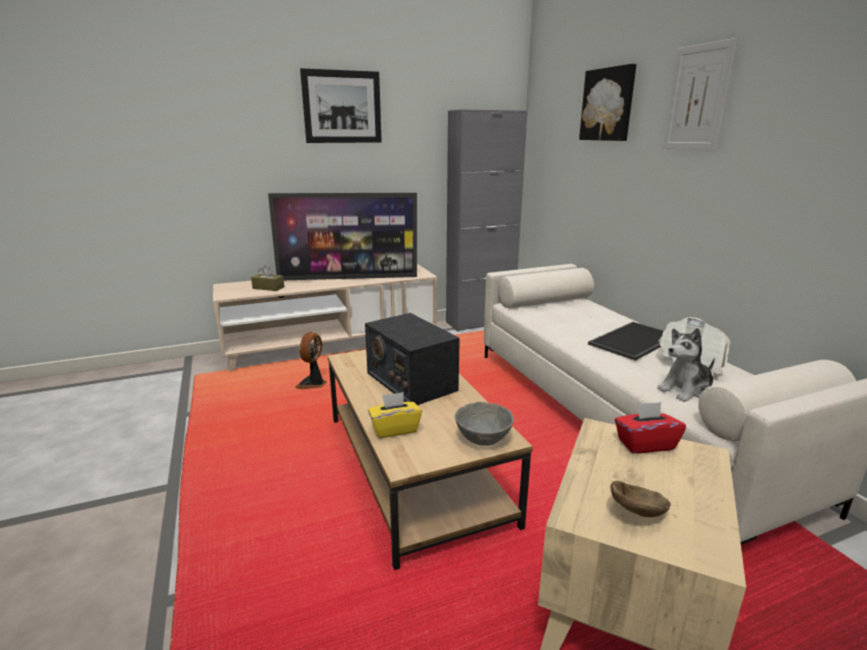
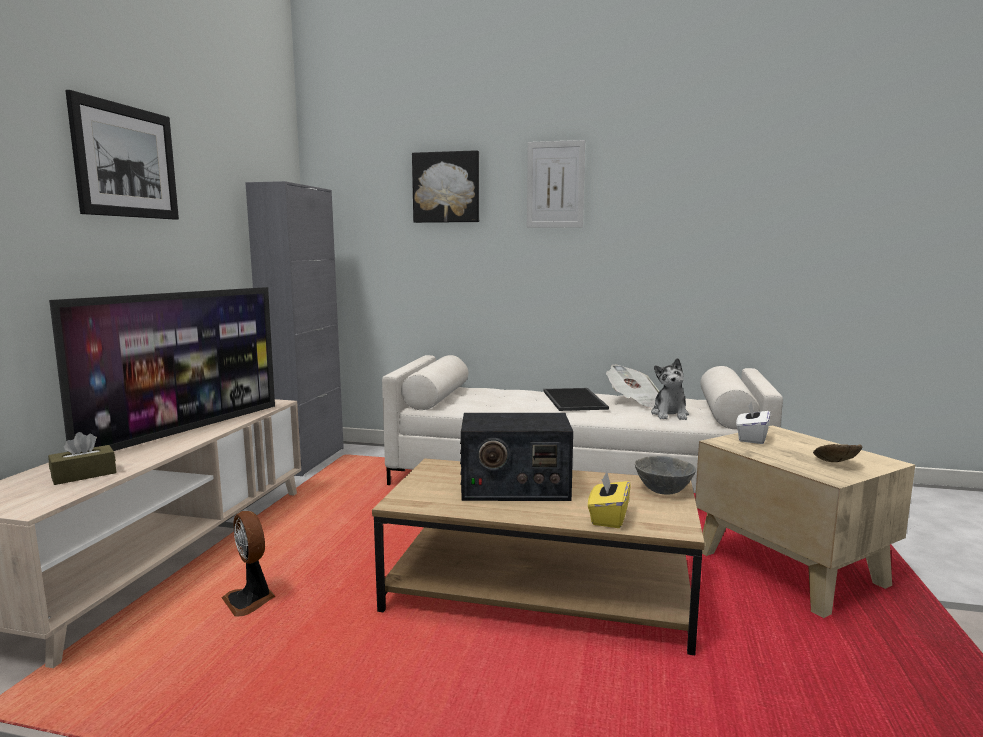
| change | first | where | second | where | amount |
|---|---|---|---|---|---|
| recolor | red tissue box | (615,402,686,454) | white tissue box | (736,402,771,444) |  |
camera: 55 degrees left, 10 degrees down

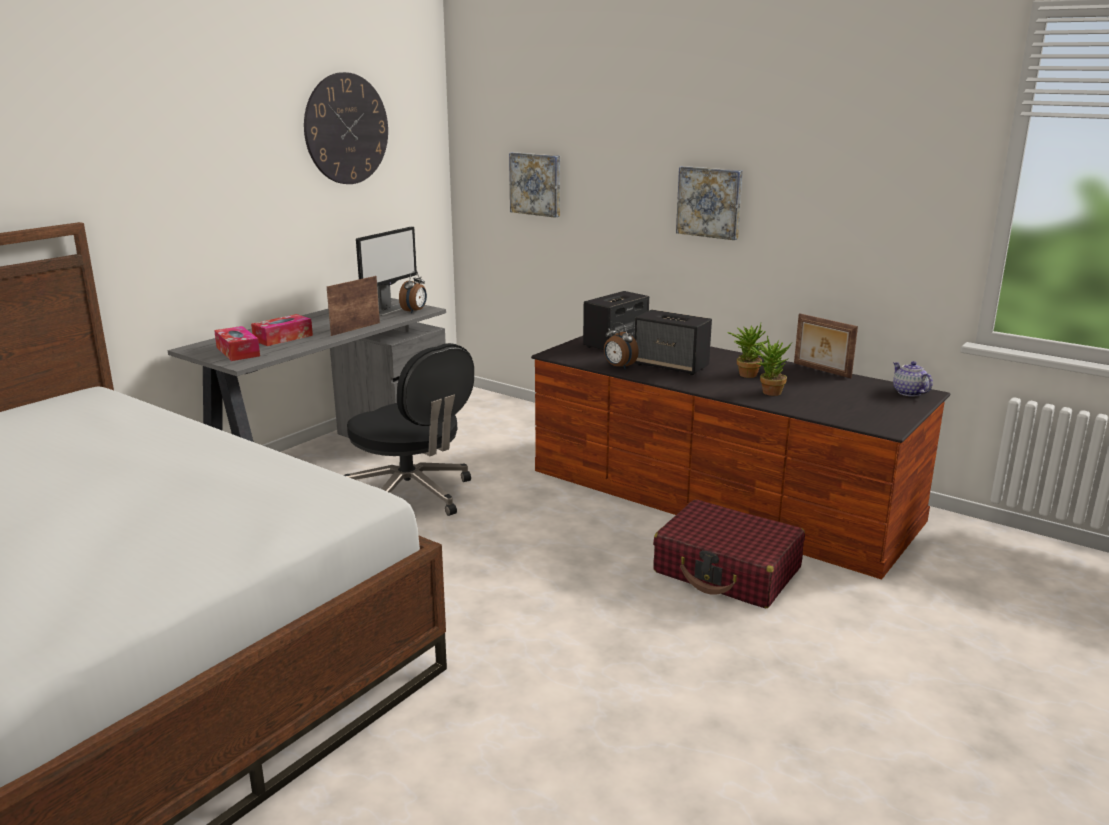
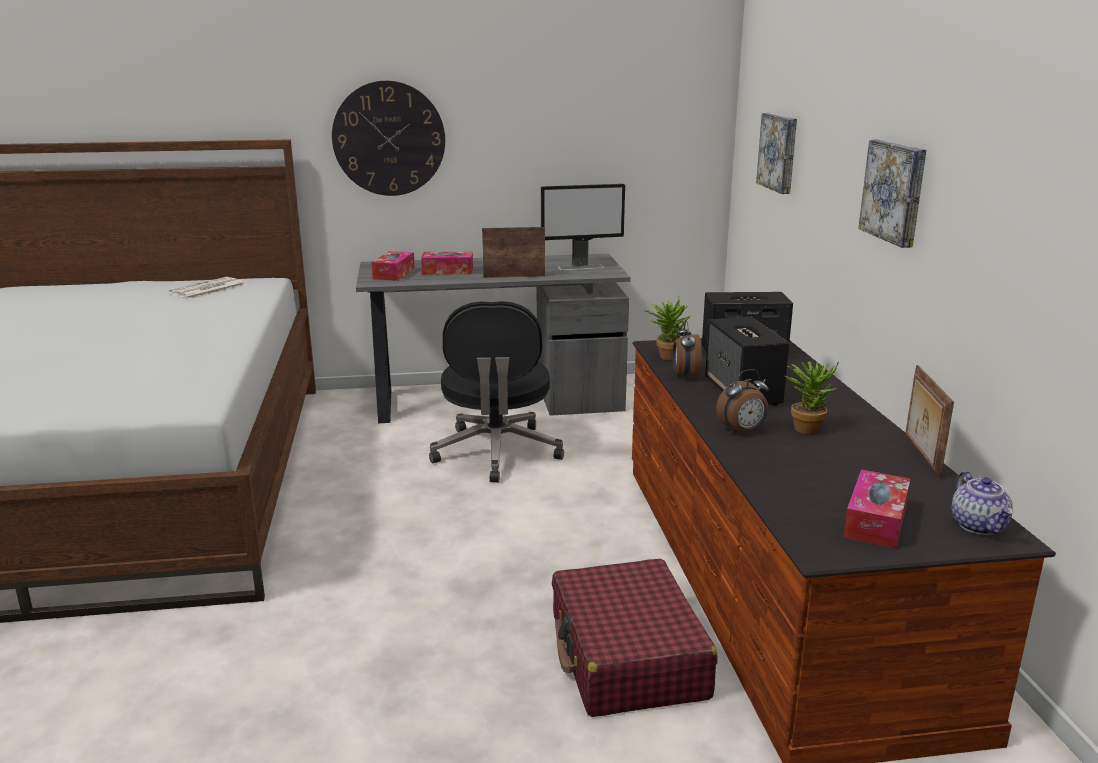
| change | first | where | second | where | amount |
|---|---|---|---|---|---|
| insert |  |  | newspaper | (169,277,245,299) |  |
| move | wall clock | (304,72,388,184) |  | (332,81,445,196) |  |
| move | potted plant | (749,336,792,396) |  | (644,297,691,361) |  |
| move | alarm clock | (399,271,427,314) |  | (716,369,769,434) |  |
| insert |  |  | tissue box | (844,469,911,549) |  |
| rotate | teapot | (893,361,933,396) |  | (951,471,1013,535) | 150 degrees clockwise |
camera: 45 degrees right, 0 degrees up

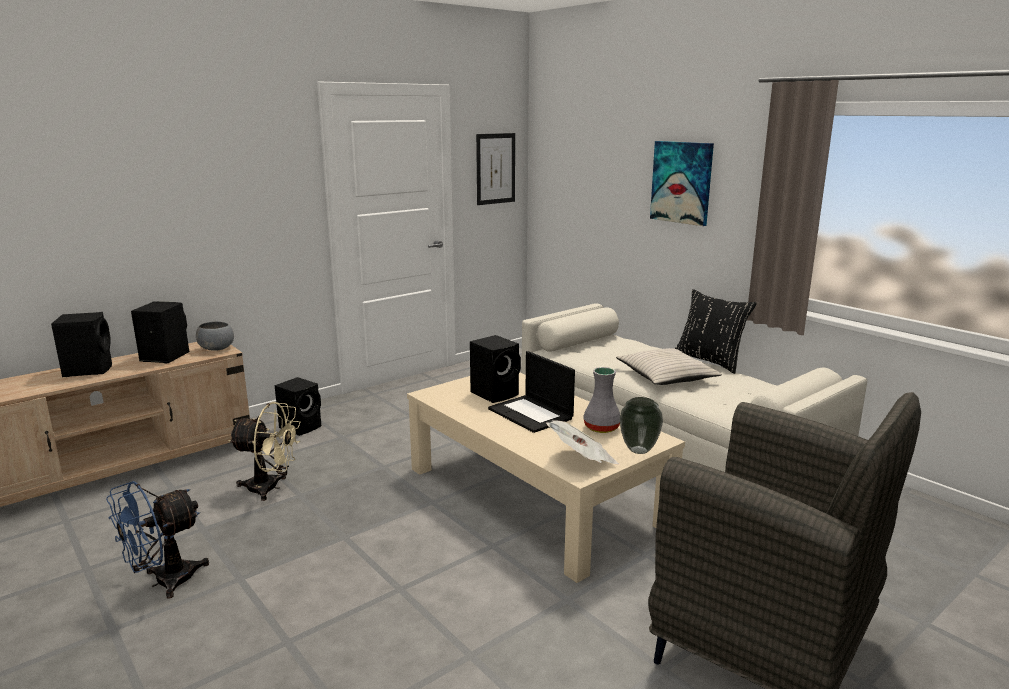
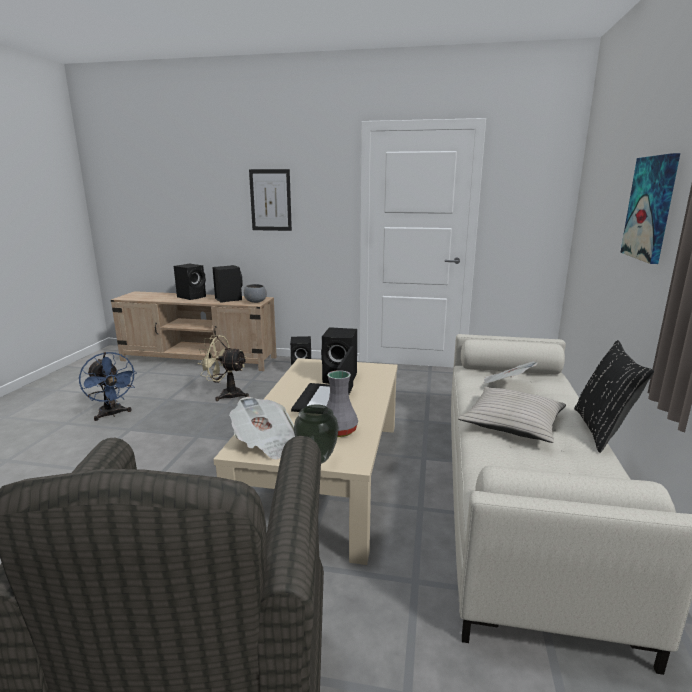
| change | first | where | second | where | amount |
|---|---|---|---|---|---|
| rotate | blue fan | (106,481,209,599) |  | (79,352,137,421) | 135 degrees counterclockwise |
| rotate | beige fan | (228,402,301,501) |  | (197,335,249,401) | 135 degrees clockwise |
| move | picture | (476,133,515,205) |  | (249,169,292,231) |  |
| insert |  |  | newspaper | (484,361,538,384) |  |
camera: 50 degrees right, 0 degrees up

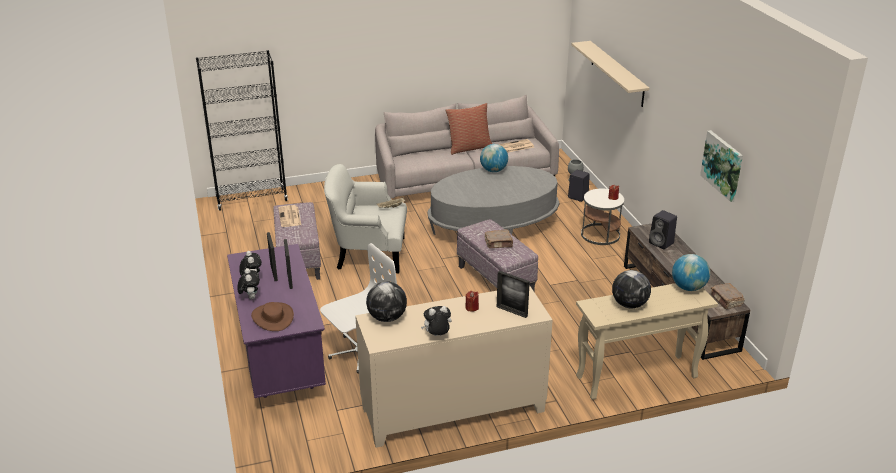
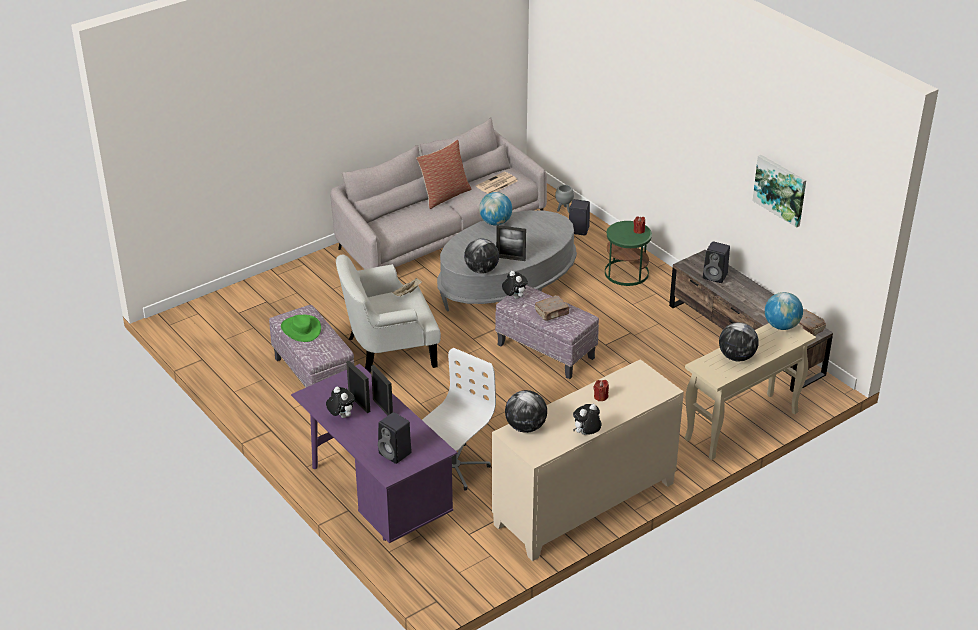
| change | first | where | second | where | amount |
|---|---|---|---|---|---|
| replace | newspaper | (278,205,301,227) | green hat | (281,315,321,342) |  |
| replace | brown hat | (251,302,294,331) | black speaker | (378,412,412,464) |  |
| insert |  |  | globe | (464,239,499,274) |  |
| move | picture frame | (497,271,530,318) |  | (496,225,526,261) |  |
| move | plush toy | (237,268,260,299) |  | (502,271,528,299) |  |
| recolor | white side table | (581,189,624,245) | green side table | (605,221,652,286) |  |
| delete | black bookcase | (196,50,288,211) |  |  |  |
| delete | beige shelf | (571,41,650,107) |  |  |  |
camera: 20 degrees left, 5 degrees up

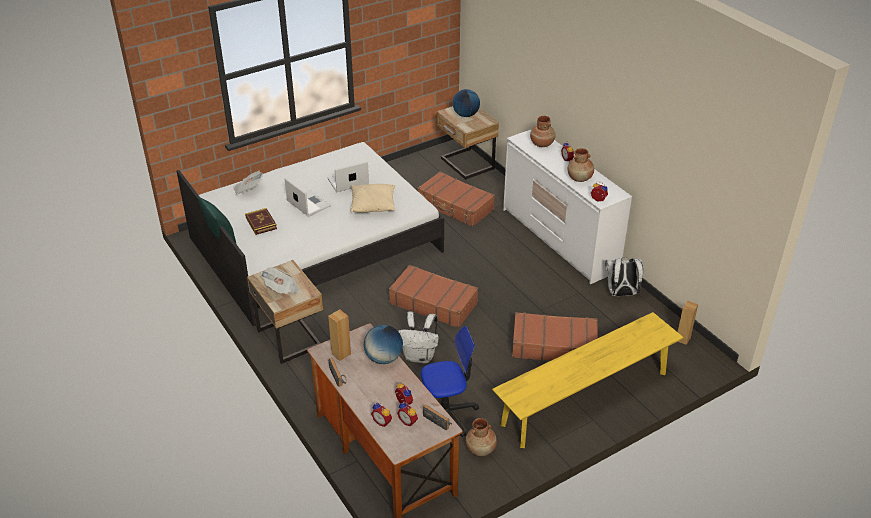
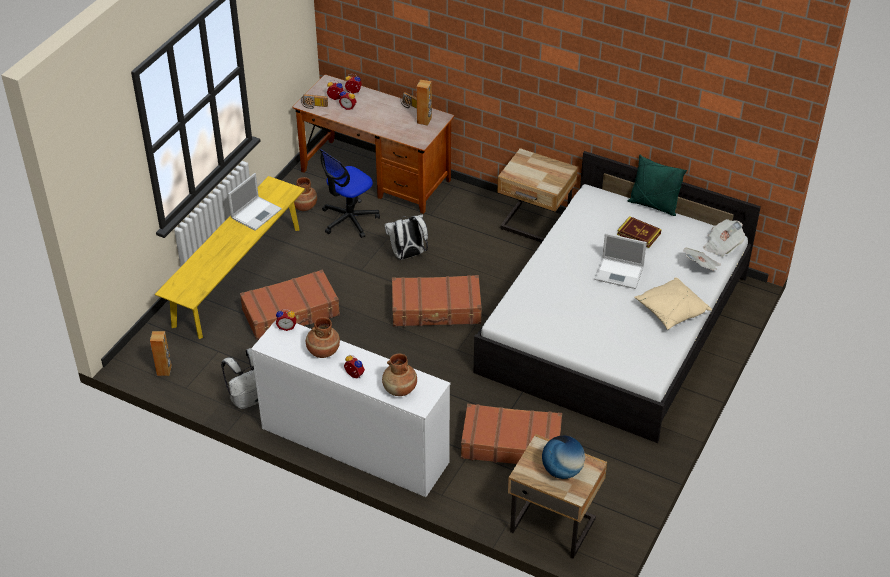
| change | first | where | second | where | amount |
|---|---|---|---|---|---|
| move | laptop | (328,161,369,192) |  | (228,173,282,231) |  |
| move | beige pillow | (351,184,396,213) |  | (635,277,712,330) |  |
| move | newspaper | (260,267,300,294) |  | (703,219,745,257) |  |
| delete | globe | (364,325,403,364) |  |  |  |
camera: 150 degrees right, 5 degrees up

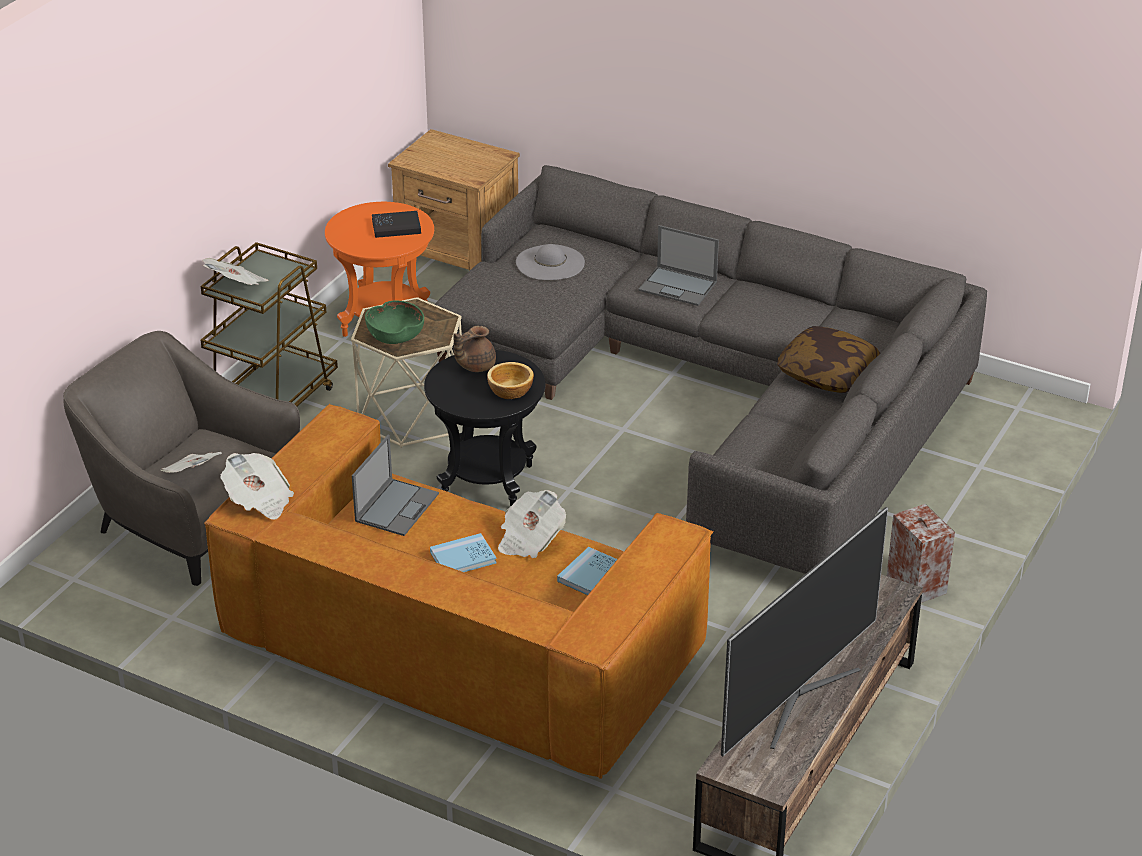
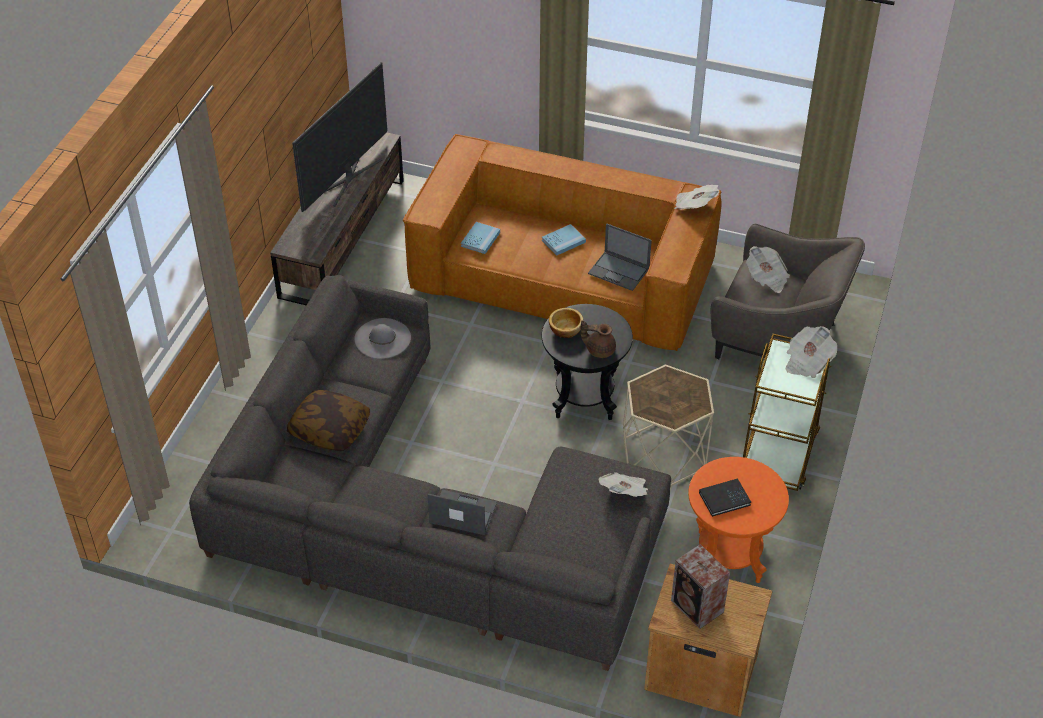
| change | first | where | second | where | amount |
|---|---|---|---|---|---|
| move | grey hat | (516,244,585,280) |  | (354,318,411,359) |  |
| rotate | brown teapot | (454,326,496,372) |  | (580,320,616,358) | 120 degrees counterclockwise |
| rotate | laptop | (352,435,439,536) |  | (588,223,652,291) | 75 degrees counterclockwise |
| move | newspaper | (498,490,566,558) |  | (599,472,648,497) |  |
| move | speaker | (887,504,955,603) |  | (671,544,730,629) |  |
| delete | green bowl | (365,301,424,344) |  |  |  |
camera: 170 degrees right, 10 degrees up

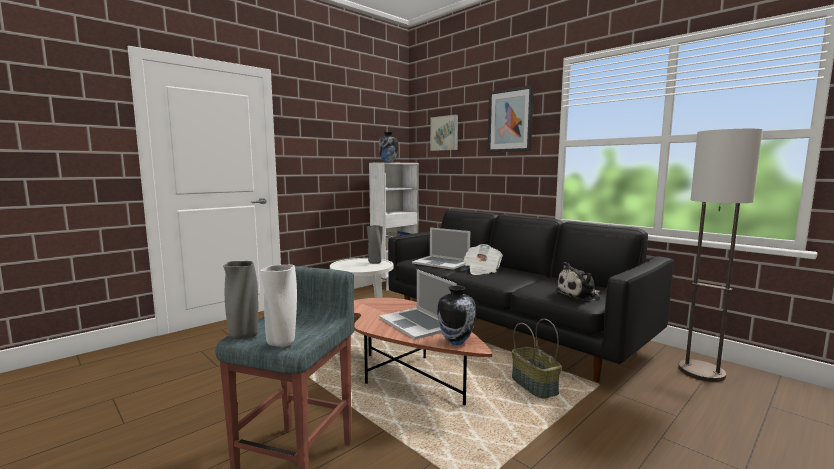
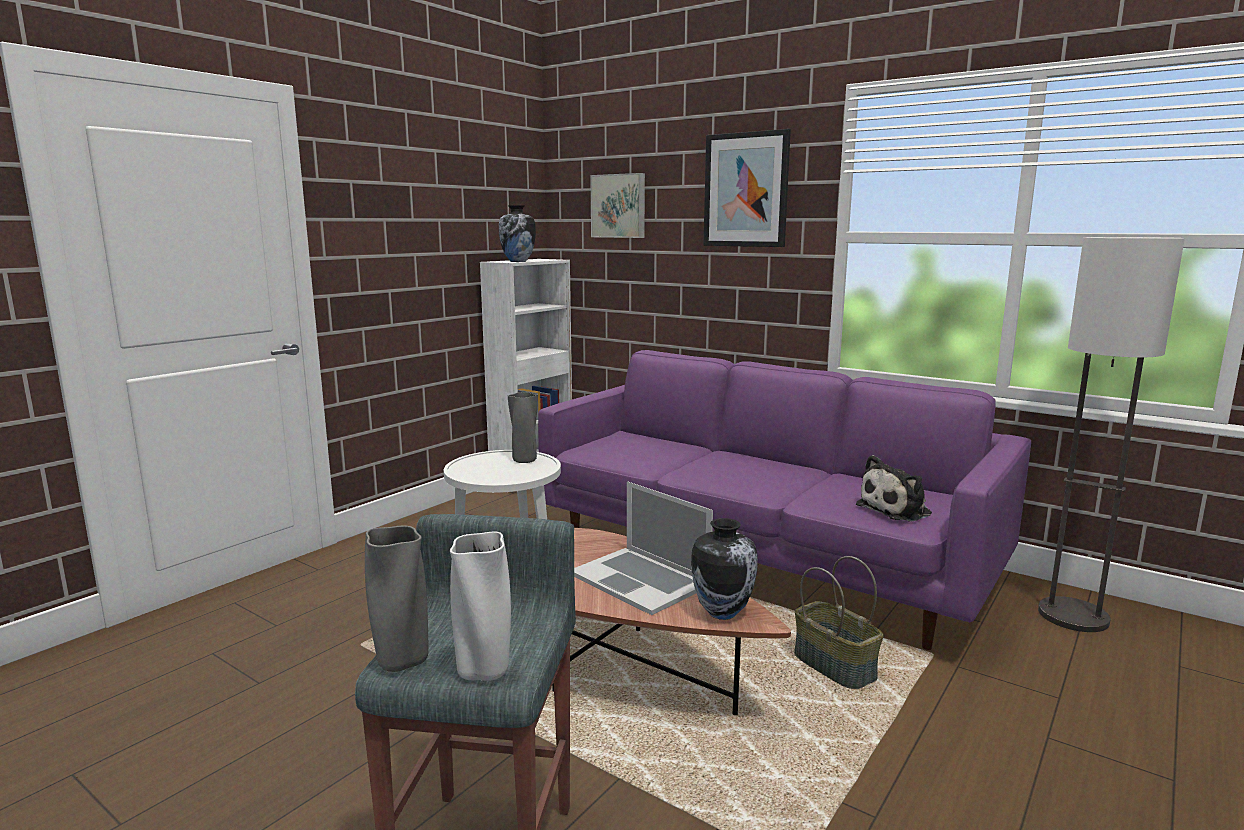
| change | first | where | second | where | amount |
|---|---|---|---|---|---|
| recolor | black sofa | (388,209,674,382) | purple sofa | (538,350,1031,650) |  |
| delete | laptop | (412,227,471,270) |  |  |  |
| delete | newspaper | (463,244,503,275) |  |  |  |
camera: 10 degrees left, 5 degrees up

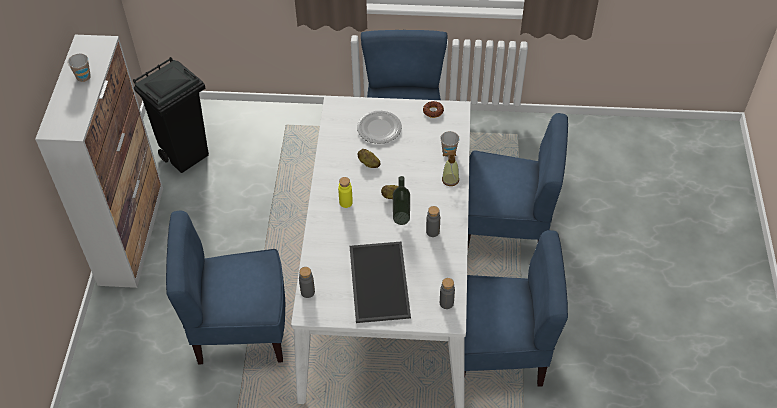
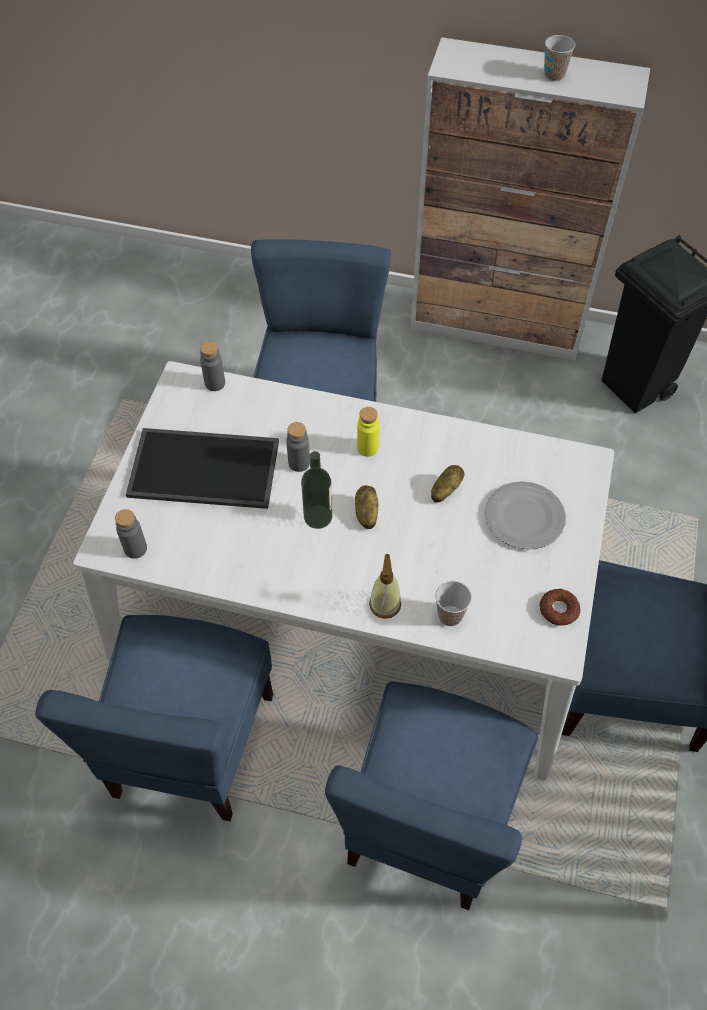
| change | first | where | second | where | amount |
|---|---|---|---|---|---|
| move | grey bottle | (426,206,440,237) |  | (286,422,310,472) |  |
camera: 100 degrees right, 5 degrees up

